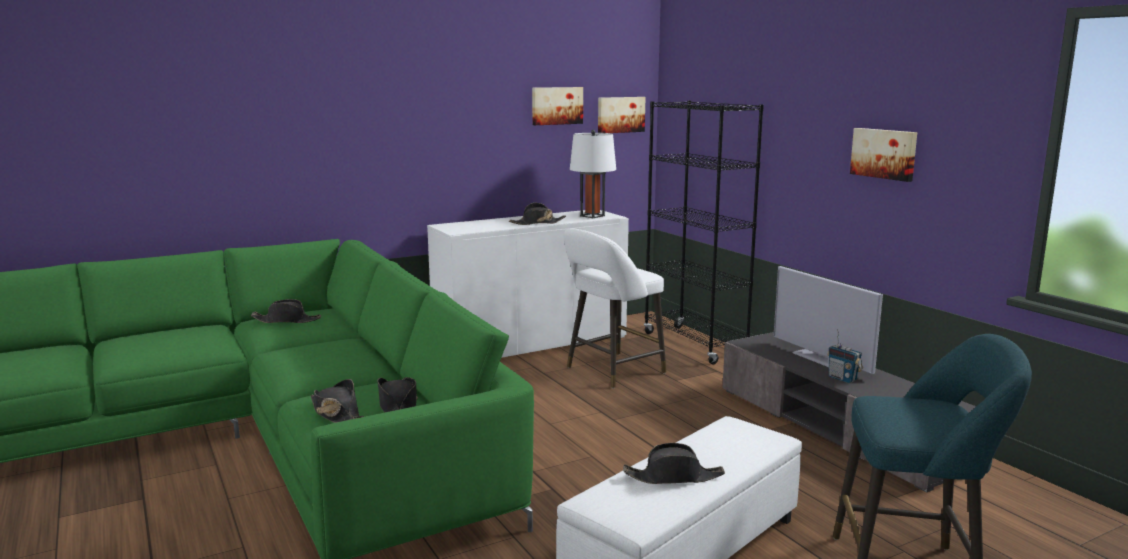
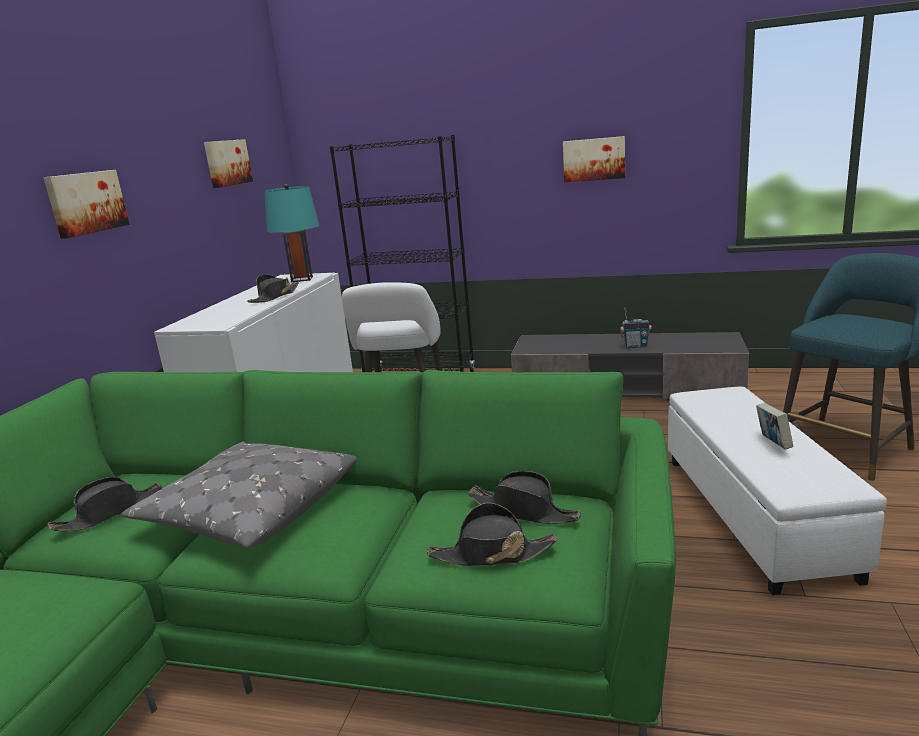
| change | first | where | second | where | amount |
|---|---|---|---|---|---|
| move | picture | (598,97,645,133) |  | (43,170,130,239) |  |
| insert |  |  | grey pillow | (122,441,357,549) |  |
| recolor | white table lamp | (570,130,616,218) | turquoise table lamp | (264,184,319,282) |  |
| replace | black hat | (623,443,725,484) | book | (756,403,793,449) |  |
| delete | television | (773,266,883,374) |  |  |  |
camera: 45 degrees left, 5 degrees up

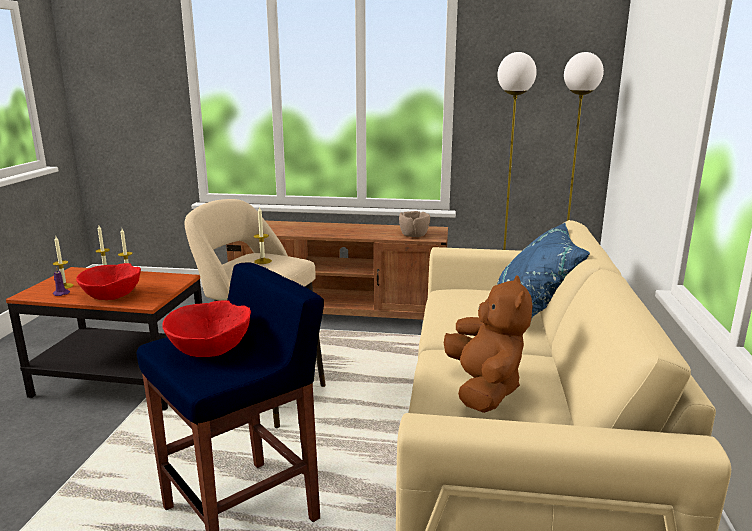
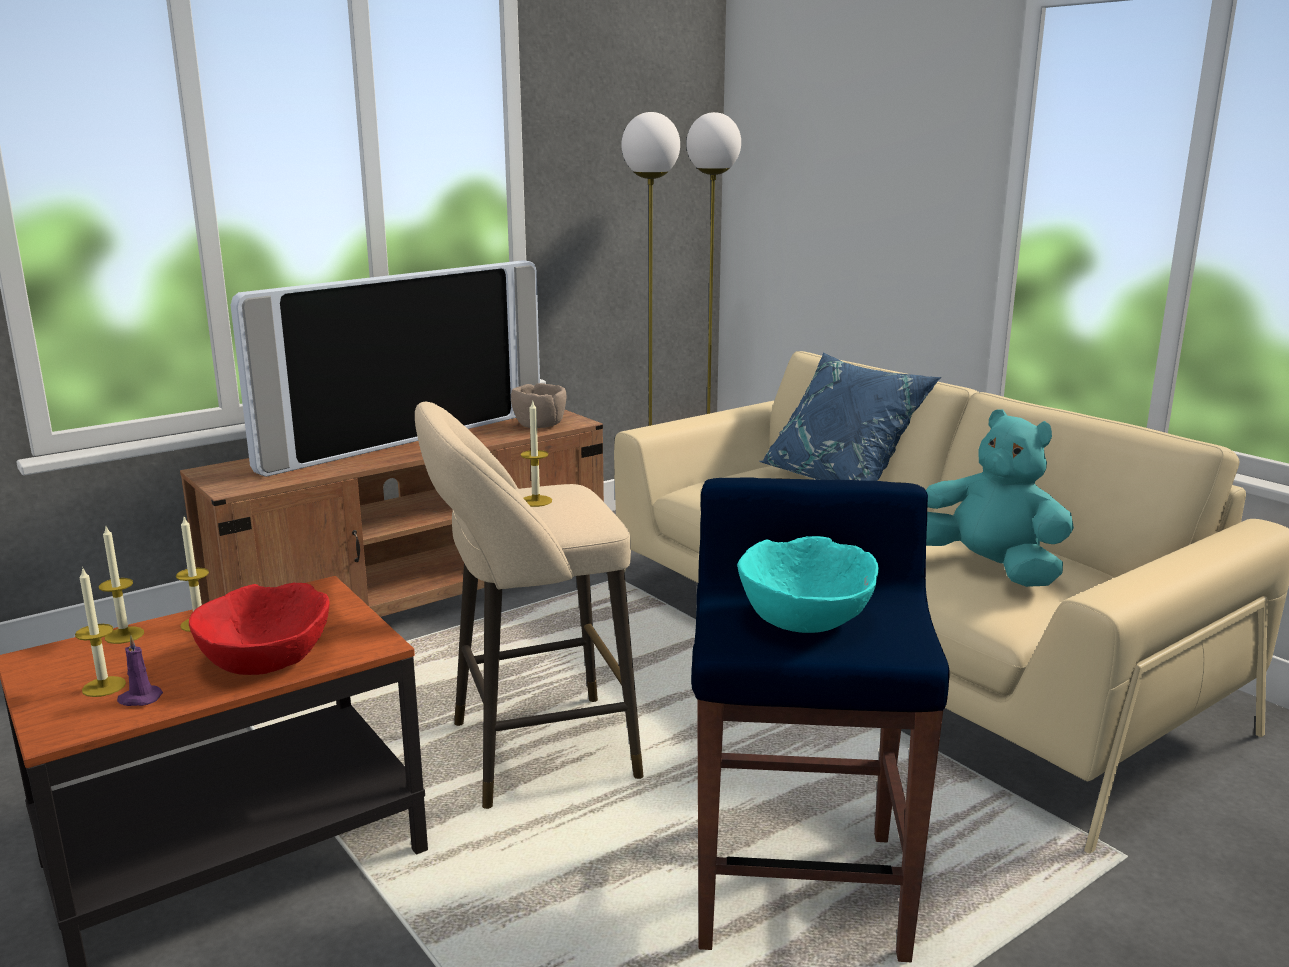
| change | first | where | second | where | amount |
|---|---|---|---|---|---|
| insert |  |  | television | (230,260,540,477) |  |
| recolor | red bowl | (162,300,251,357) | turquoise bowl | (737,536,879,633) |  |
| recolor | brown plush toy | (444,275,532,413) | turquoise plush toy | (926,409,1074,587) |  |
camera: 45 degrees left, 0 degrees up

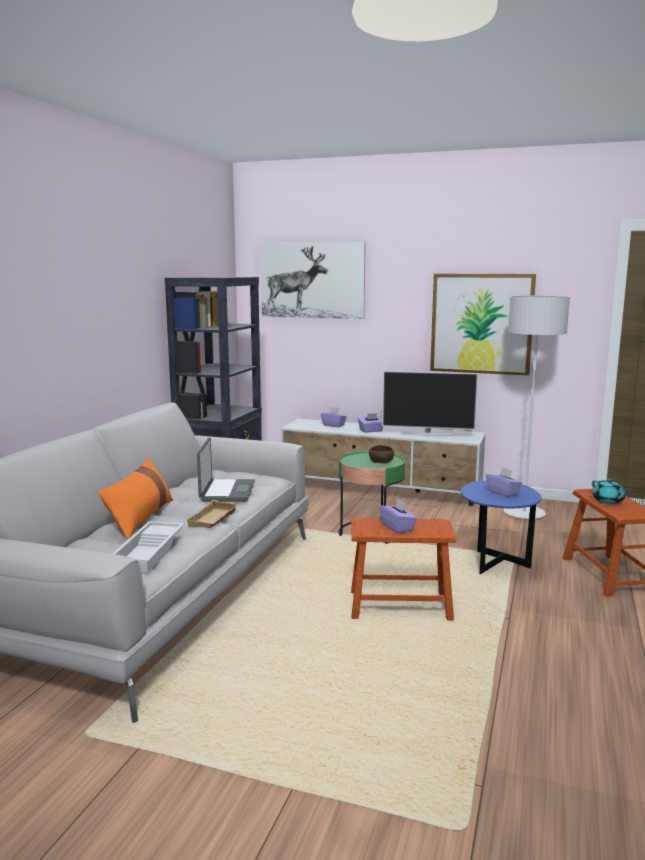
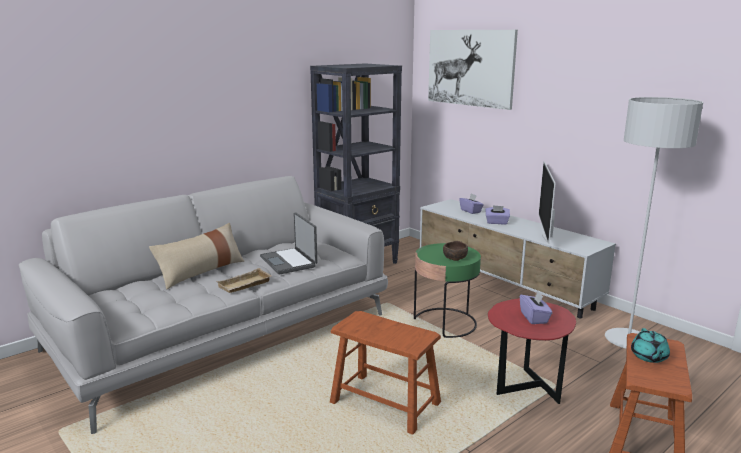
| change | first | where | second | where | amount |
|---|---|---|---|---|---|
| recolor | orange pillow | (98,458,173,540) | beige pillow | (149,223,244,290) |  |
| rotate | laptop | (197,438,255,502) |  | (260,212,317,274) | 120 degrees clockwise |
| recolor | blue side table | (460,480,541,574) | red side table | (488,298,576,404) |  |
| rotate | television | (382,371,478,436) |  | (539,161,555,244) | 60 degrees clockwise |
| delete | white tray | (112,521,185,573) |  |  |  |
| delete | purple tissue box | (380,498,417,533) |  |  |  |
| delete | picture | (430,274,536,375) |  |  |  |
camera: 30 degrees right, 5 degrees up

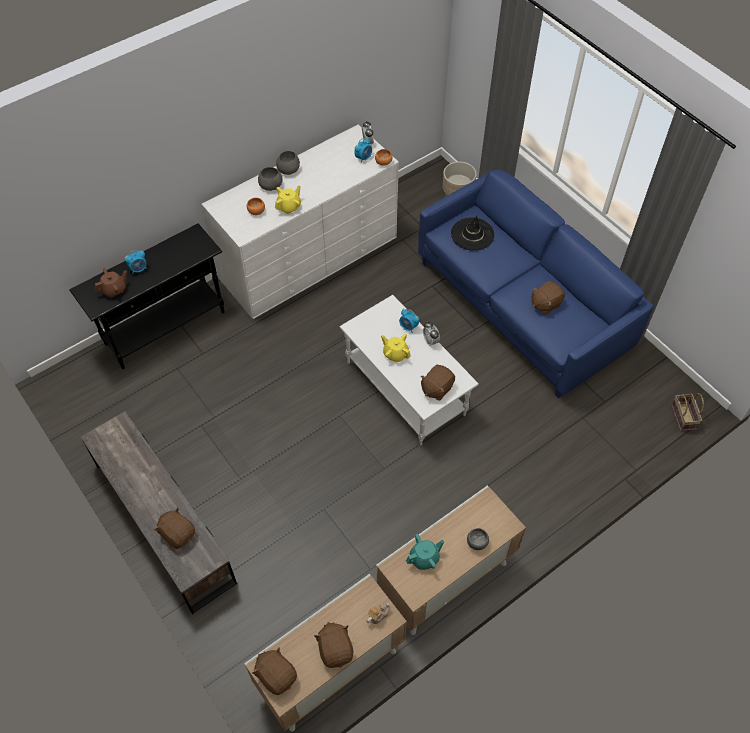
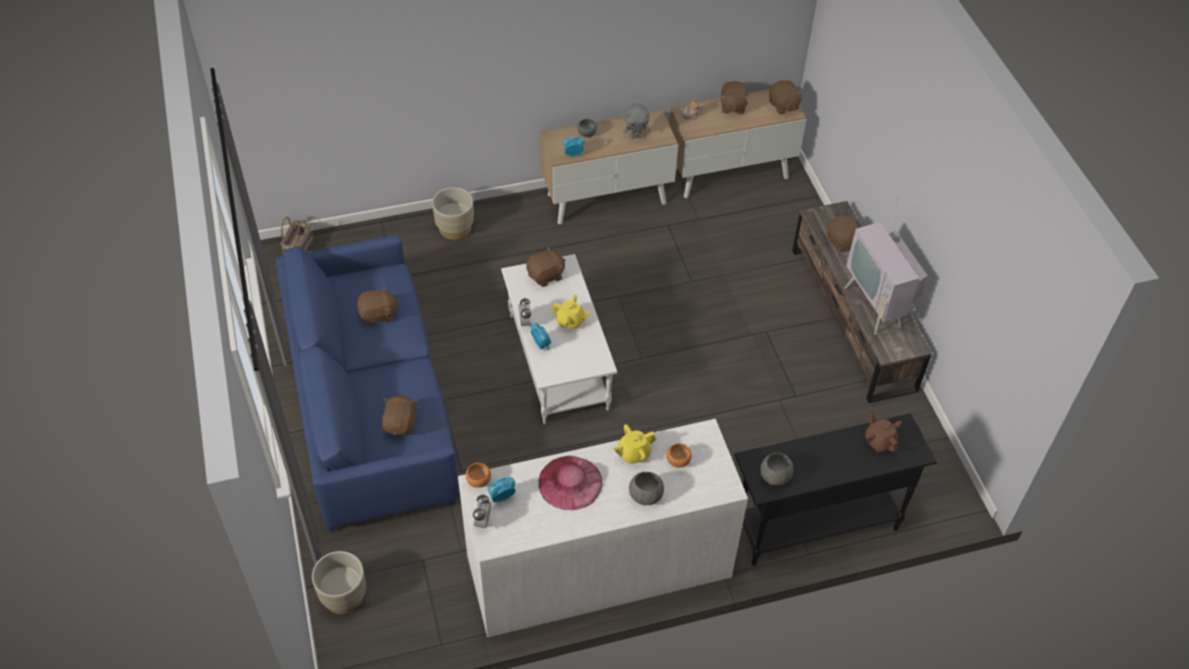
| change | first | where | second | where | amount |
|---|---|---|---|---|---|
| replace | black hat | (451,216,495,251) | brown plush toy | (381,396,418,435) |  |
| insert |  |  | beige planter | (432,187,474,240) |  |
| insert |  |  | pink hat | (539,456,602,510) |  |
| rotate | yellow teapot | (381,334,411,363) |  | (551,295,591,329) | 45 degrees counterclockwise |
| move | alarm clock | (124,250,147,275) |  | (563,137,585,156) |  |
| replace | turquoise teapot | (406,534,444,570) | grey plush toy | (623,103,650,139) |  |
| move | grey bowl | (276,151,300,175) |  | (760,452,794,486) |  |
| insert |  |  | television | (844,197,928,335) |  |
| rotate | brown teapot | (95,268,127,298) |  | (865,412,902,452) | 75 degrees clockwise |
camera: 160 degrees left, 5 degrees down

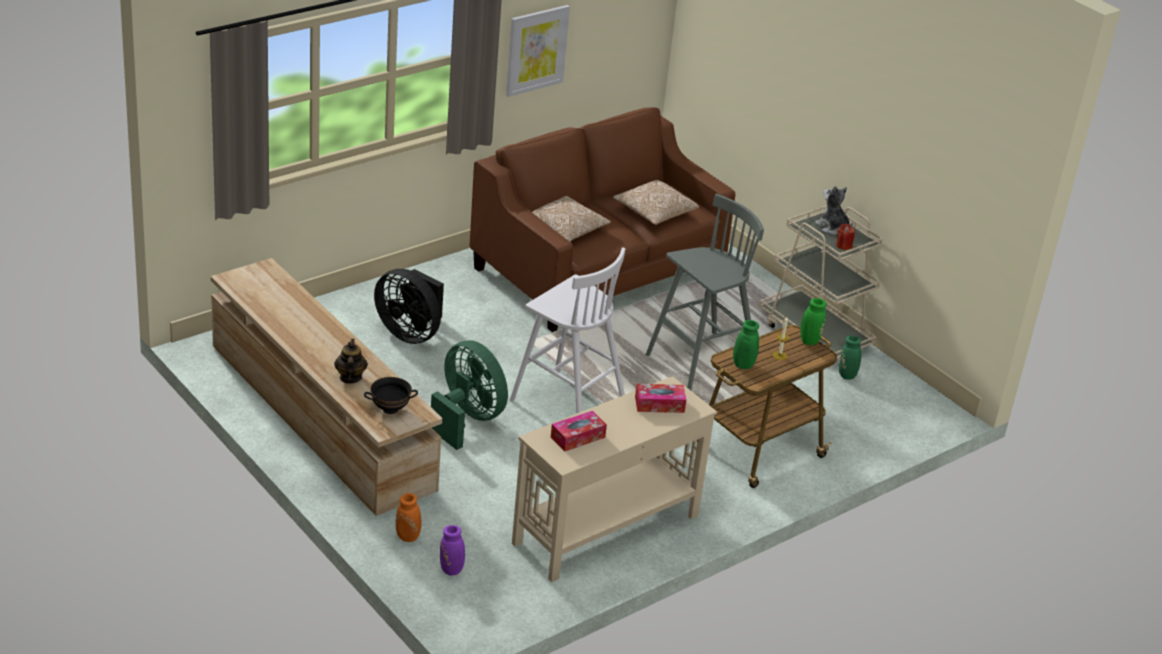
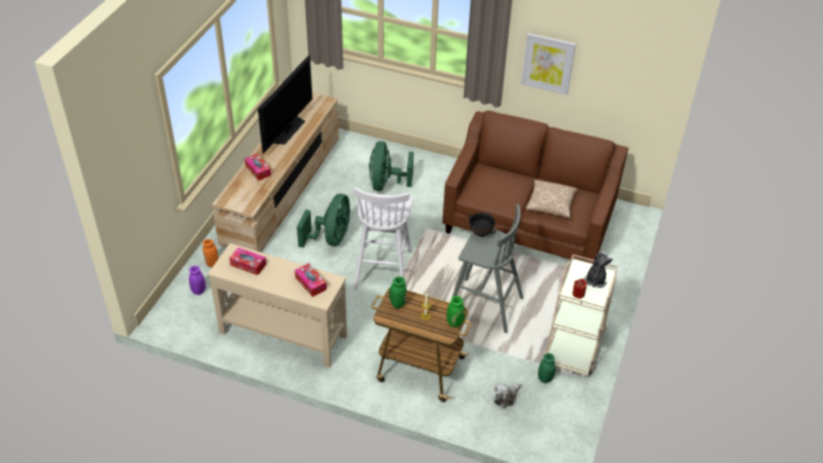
| change | first | where | second | where | amount |
|---|---|---|---|---|---|
| replace | teapot | (334,339,368,384) | tissue box | (244,154,271,181) |  |
| insert |  |  | television | (258,55,312,154) |  |
| recolor | black fan | (374,269,444,344) | green fan | (369,141,414,191) |  |
| move | black bowl | (364,377,418,414) |  | (468,212,496,237) |  |
| insert |  |  | plush toy | (494,383,521,409) |  |
| delete | pillow | (532,196,611,242) |  |  |  |
camera: 60 degrees right, 10 degrees up

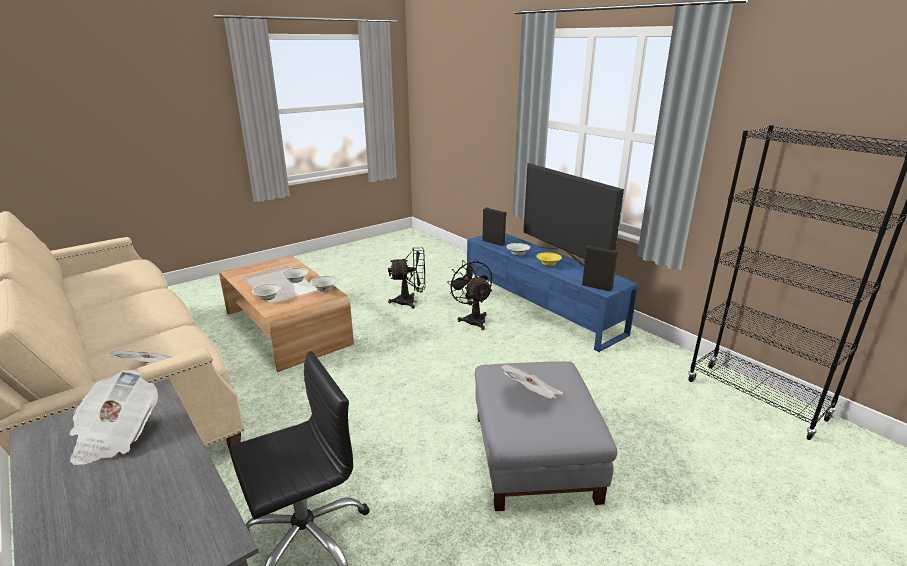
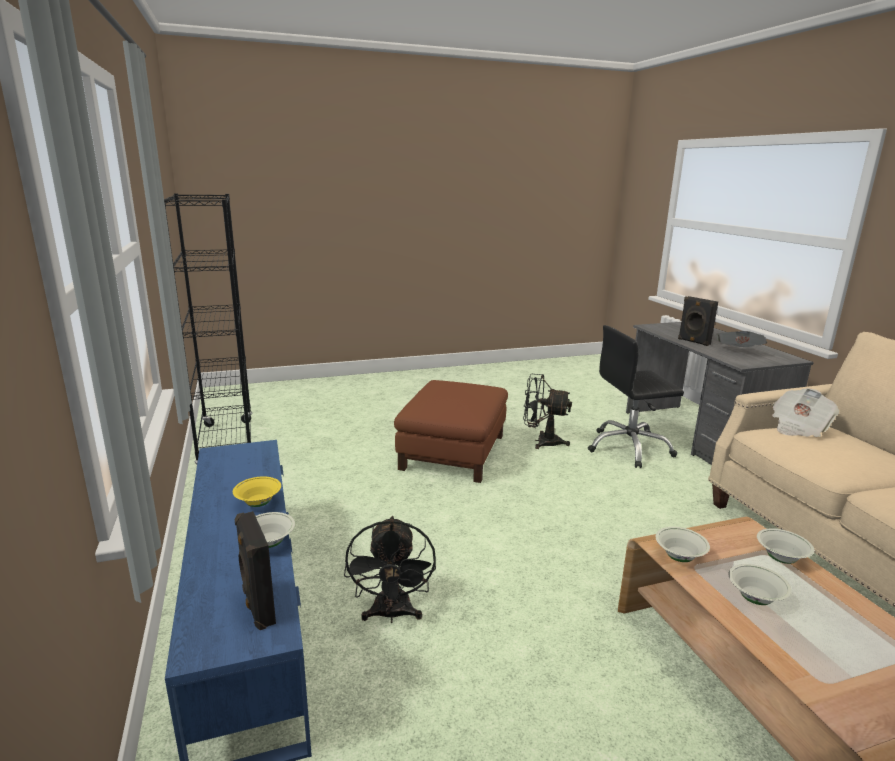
| change | first | where | second | where | amount |
|---|---|---|---|---|---|
| recolor | grey ottoman | (475,361,617,511) | brown ottoman | (394,380,508,483) |  |
| move | black fan | (388,247,425,309) |  | (523,374,572,449) |  |
| move | black speaker | (582,245,618,292) |  | (678,296,718,346) |  |
| delete | newspaper | (502,365,563,399) |  |  |  |
| delete | television | (523,163,624,267) |  |  |  |
camera: 160 degrees left, 5 degrees down

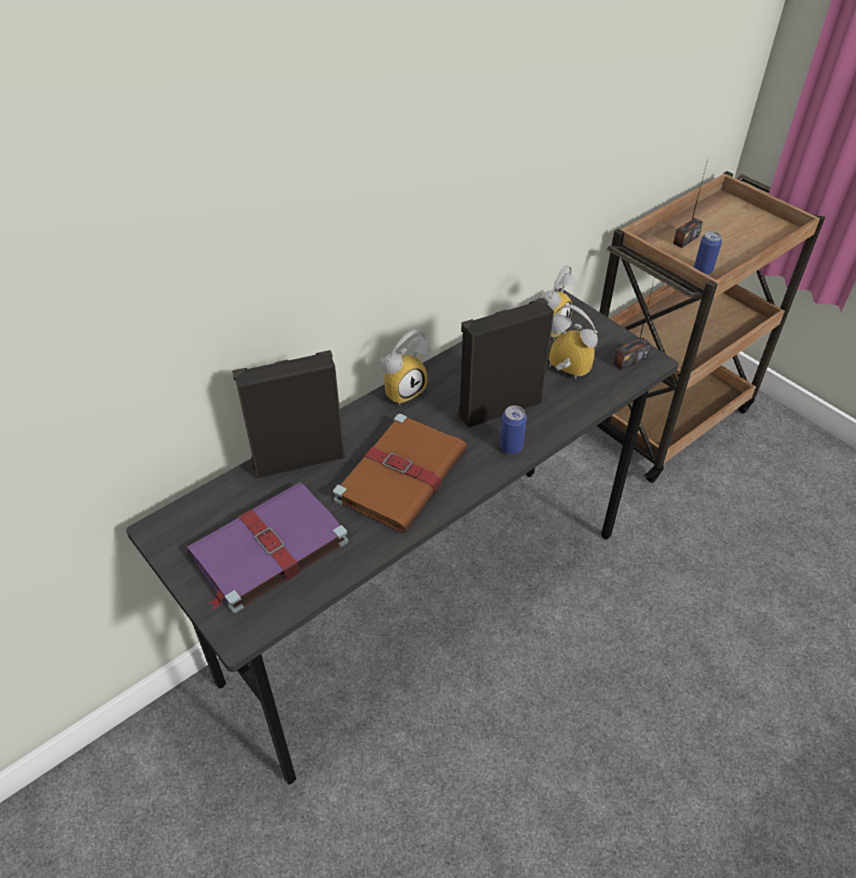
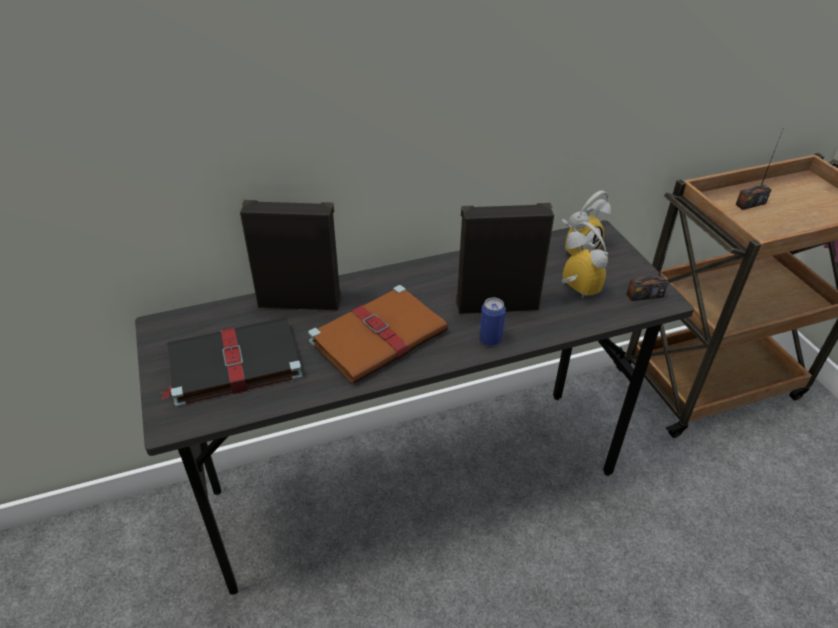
| change | first | where | second | where | amount |
|---|---|---|---|---|---|
| recolor | purple book | (187,482,348,613) | black book | (162,318,303,408) |  |
| delete | alarm clock | (380,330,430,405) |  |  |  |
| delete | can | (694,231,722,275) |  |  |  |
camera: 20 degrees right, 5 degrees down

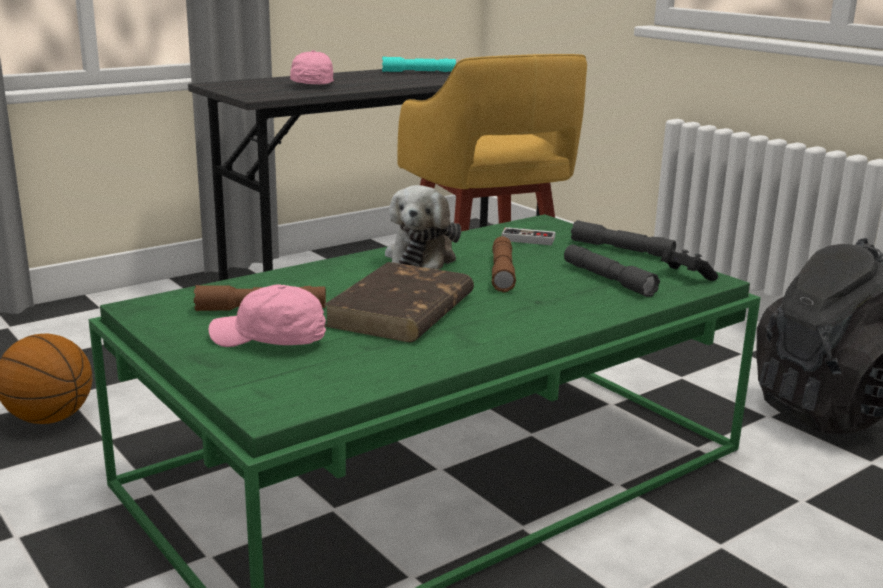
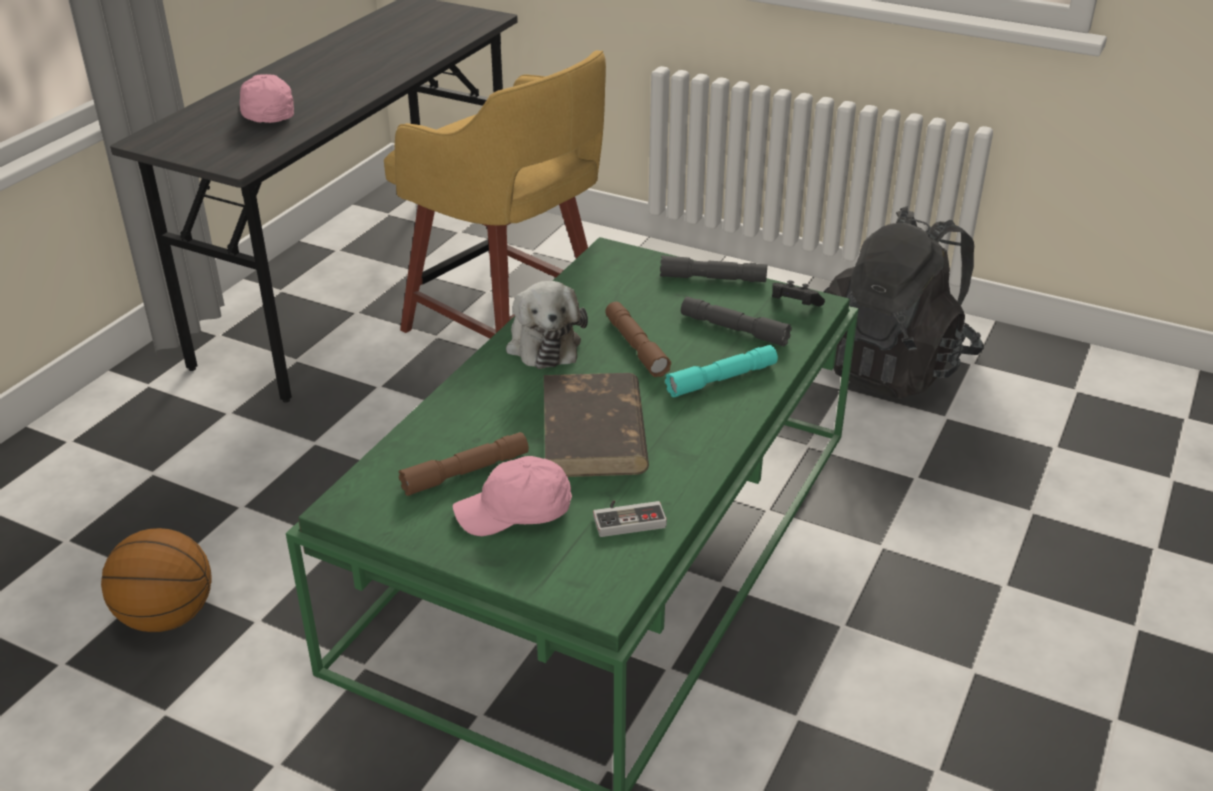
| change | first | where | second | where | amount |
|---|---|---|---|---|---|
| move | game controller | (502,227,556,245) |  | (593,500,667,537) |  |
| move | turquoise flashlight | (382,57,456,72) |  | (665,345,778,397) |  |
camera: 25 degrees left, 15 degrees up

